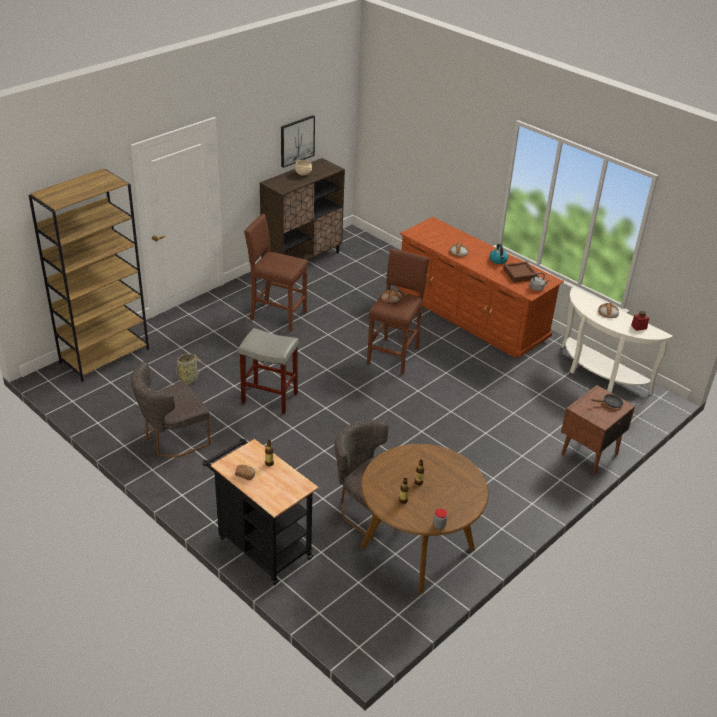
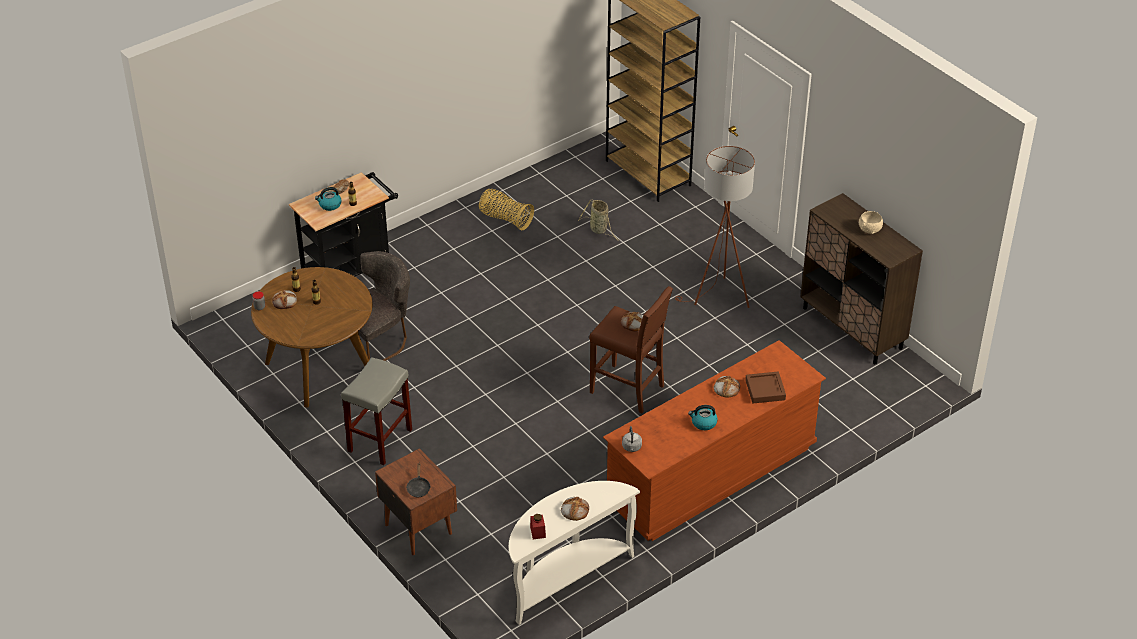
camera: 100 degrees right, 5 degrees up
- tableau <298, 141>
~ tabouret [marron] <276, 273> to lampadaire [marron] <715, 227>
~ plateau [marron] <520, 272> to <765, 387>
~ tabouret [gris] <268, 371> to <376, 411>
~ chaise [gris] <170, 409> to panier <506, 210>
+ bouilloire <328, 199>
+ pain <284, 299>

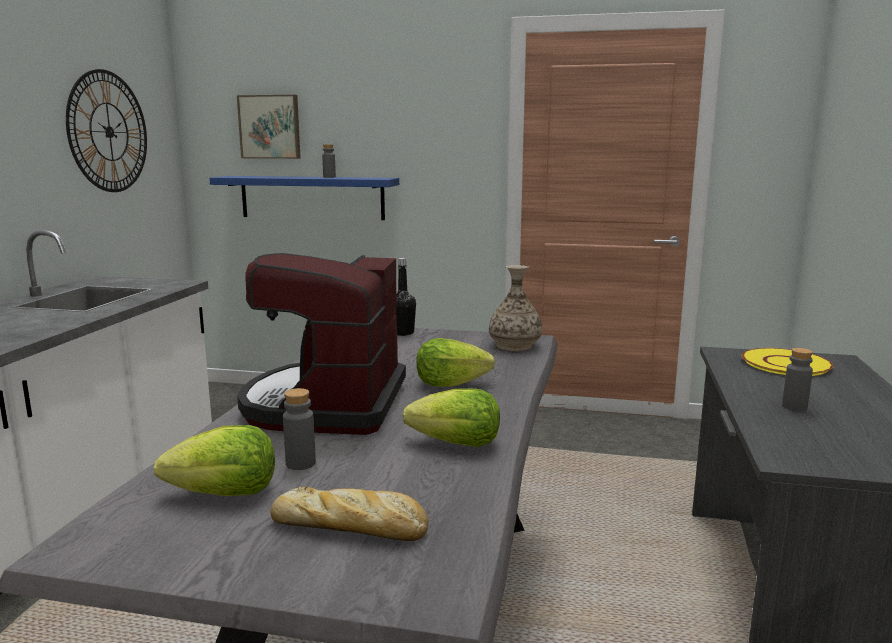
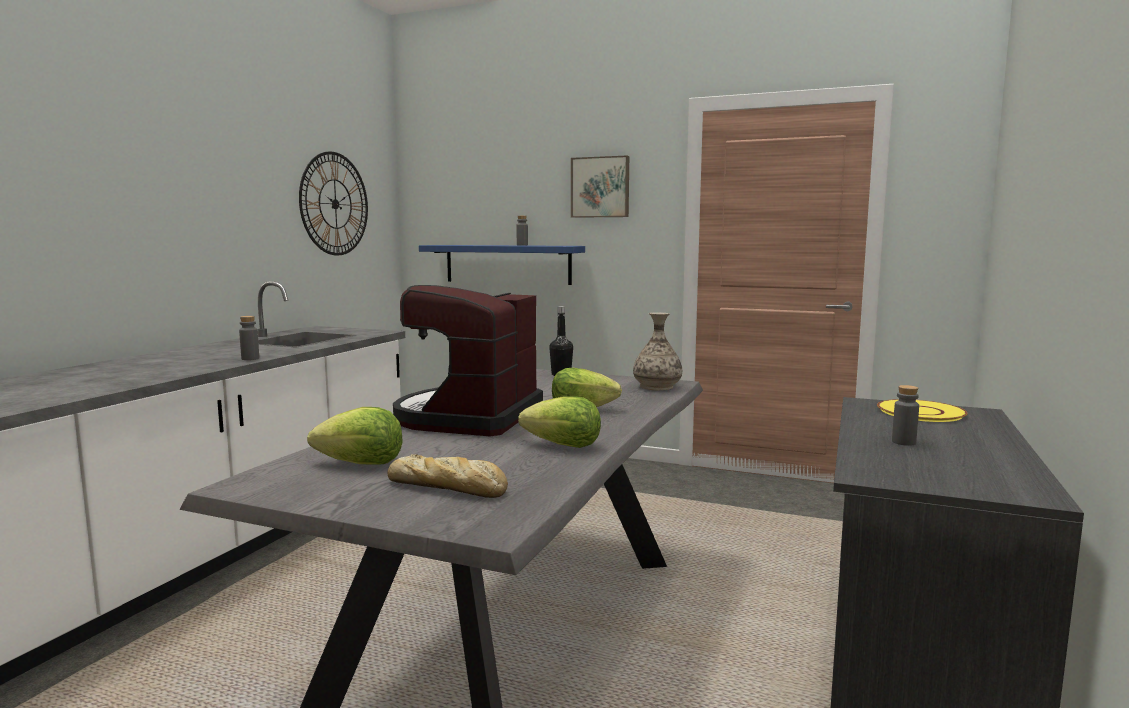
camera: 10 degrees right, 5 degrees down
~ tableau <268, 127> to <600, 187>
~ bouteille [gris] <299, 429> to <249, 338>

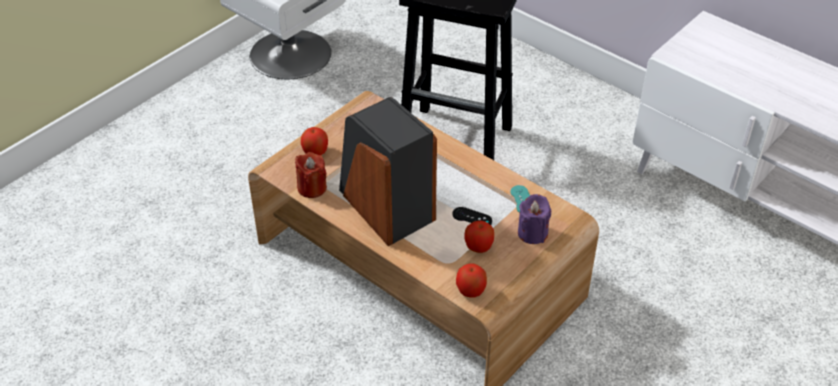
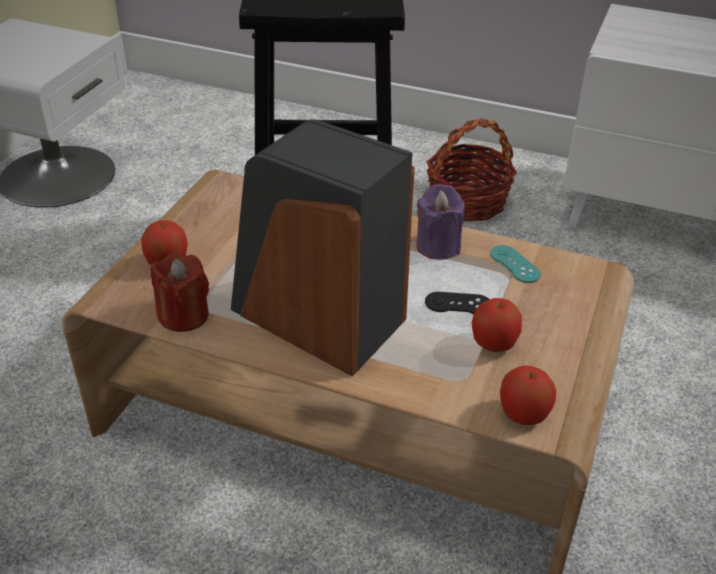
camera: 20 degrees left, 5 degrees down
~ bougie [violet] <534, 219> to <440, 222>
+ panier <471, 170>

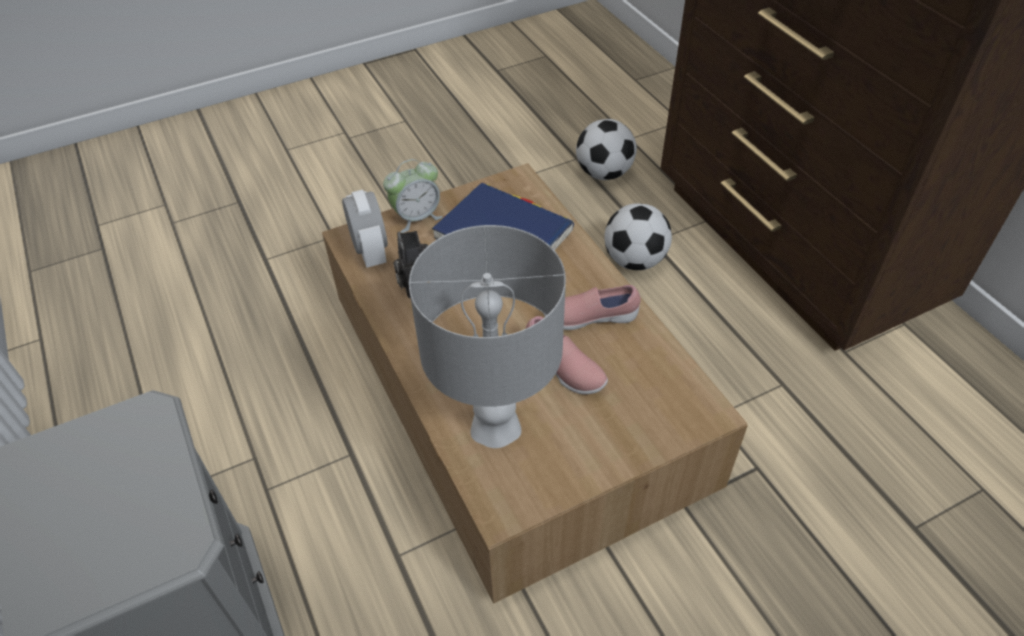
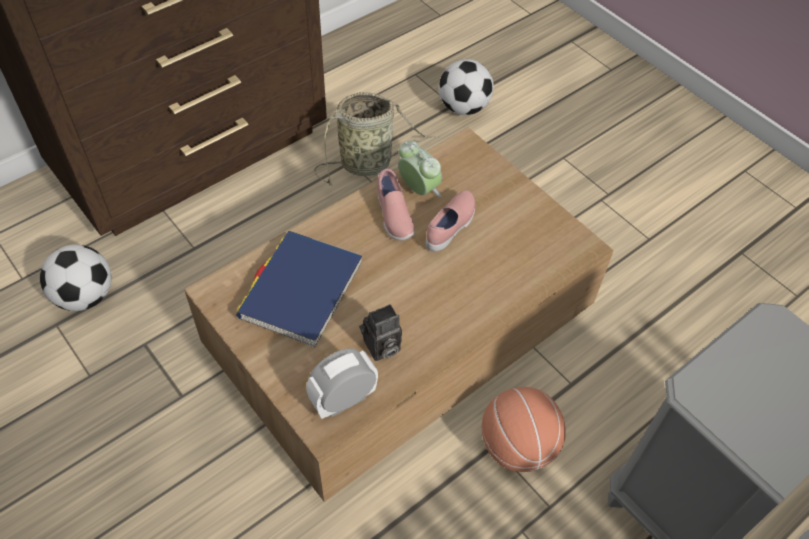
camera: 105 degrees left, 5 degrees up
~ réveil <413, 196> to <420, 169>
~ ballon de foot <638, 236> to <466, 87>
- lampe de table [gris] <487, 336>
+ panier <376, 139>
+ ballon de basket <524, 429>

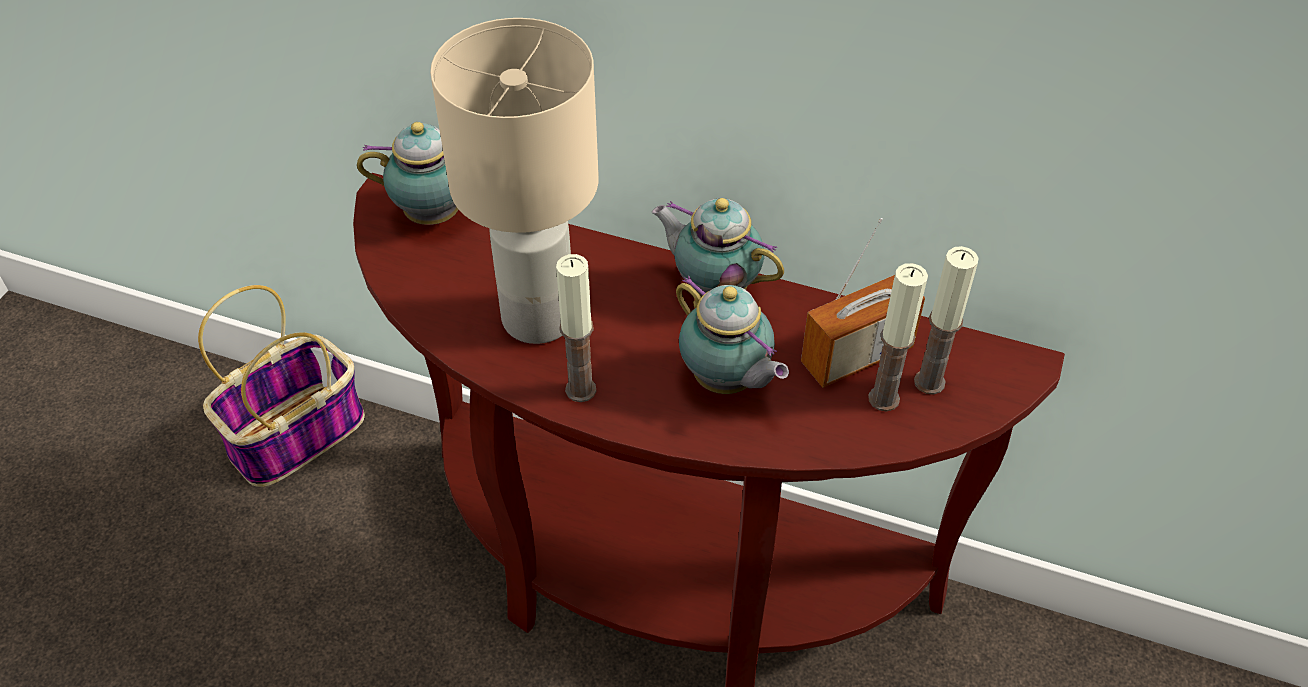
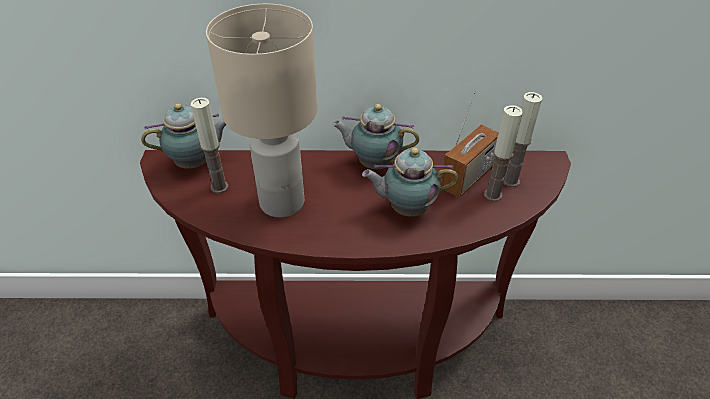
camera: 20 degrees left, 5 degrees down
~ bougie <576, 328> to <209, 145>
~ théière <732, 335> = <410, 182> 150 degrees clockwise
- panier <281, 386>

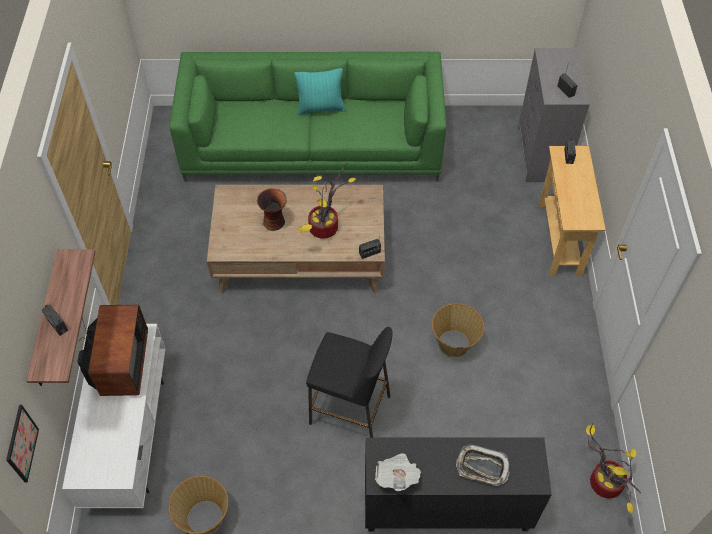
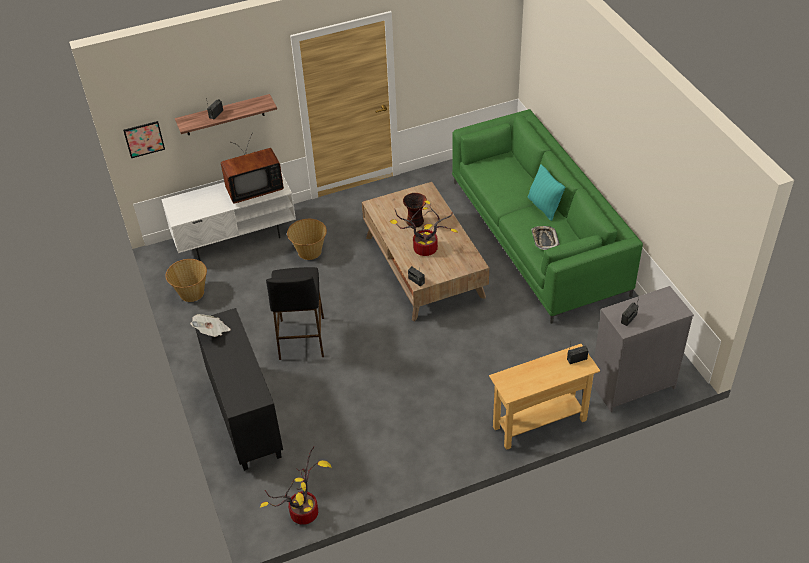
camera: 70 degrees right, 10 degrees down
~ panier <458, 330> to <307, 239>
~ plateau <483, 465> to <545, 238>

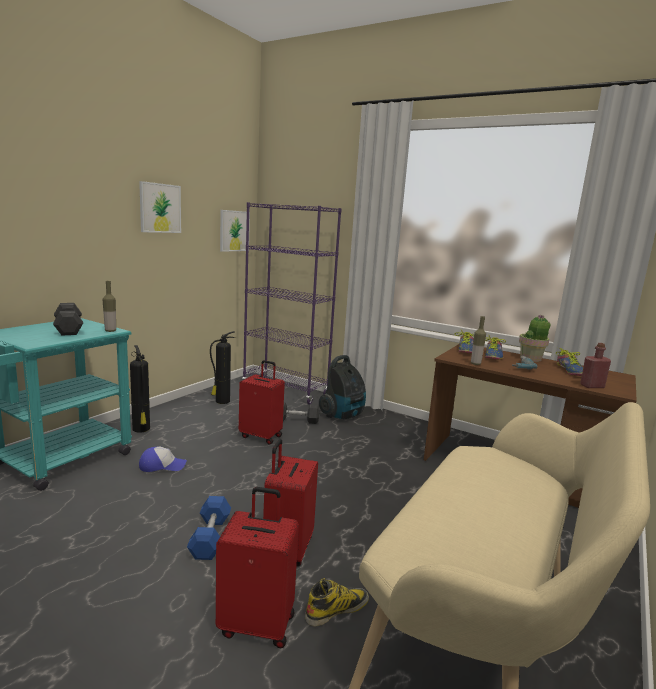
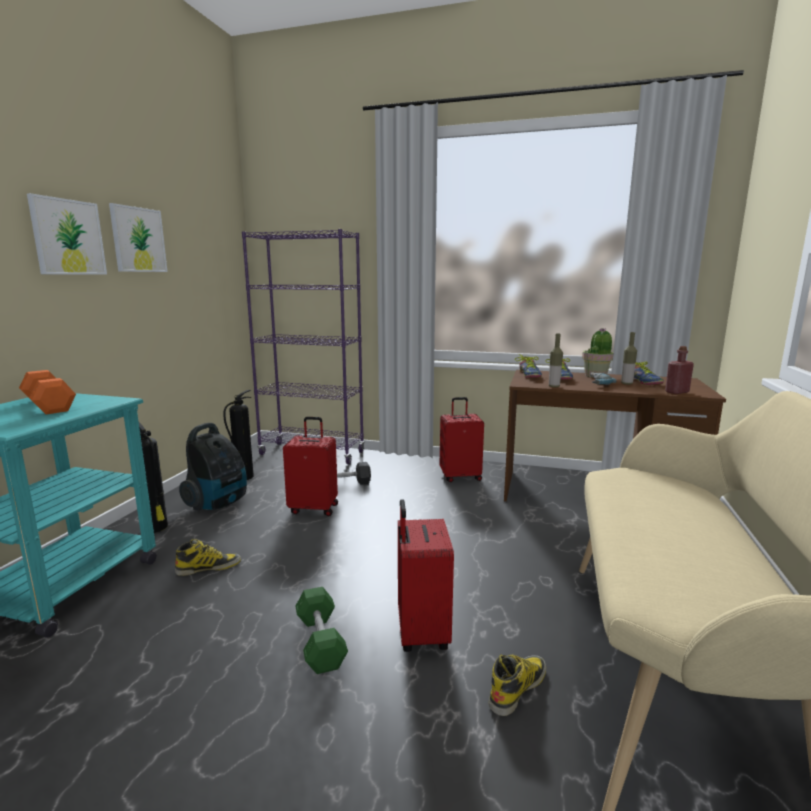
camera: 15 degrees left, 0 degrees up
~ tableau <235, 231> to <67, 234>
~ bouteille <109, 306> to <629, 358>
~ haltère [gris] <68, 319> to haltère [orange] <47, 392>
~ aspirateur <342, 387> to <213, 467>
~ casquette <163, 459> to botte <208, 557>
~ valise [rouge] <257, 567> to <462, 439>
~ haltère [bleu] <209, 528> to haltère [vert] <321, 630>

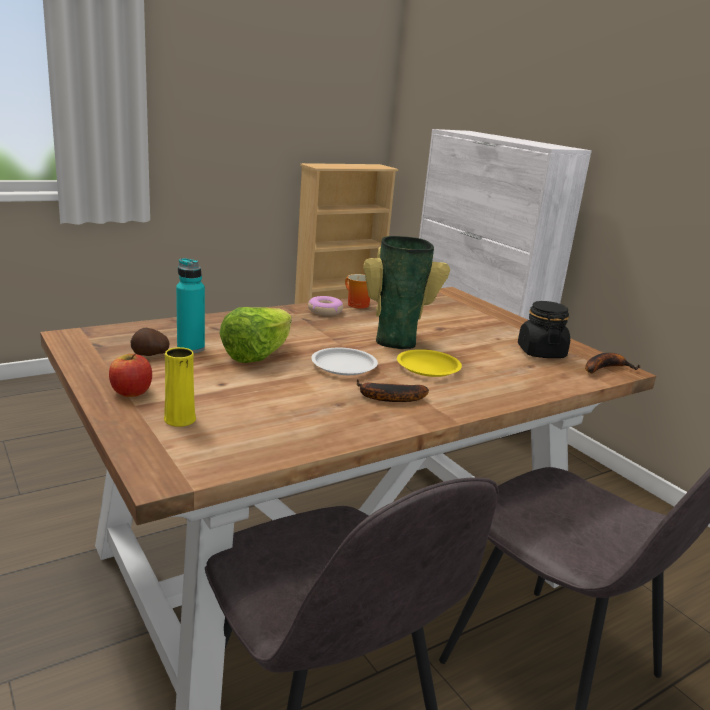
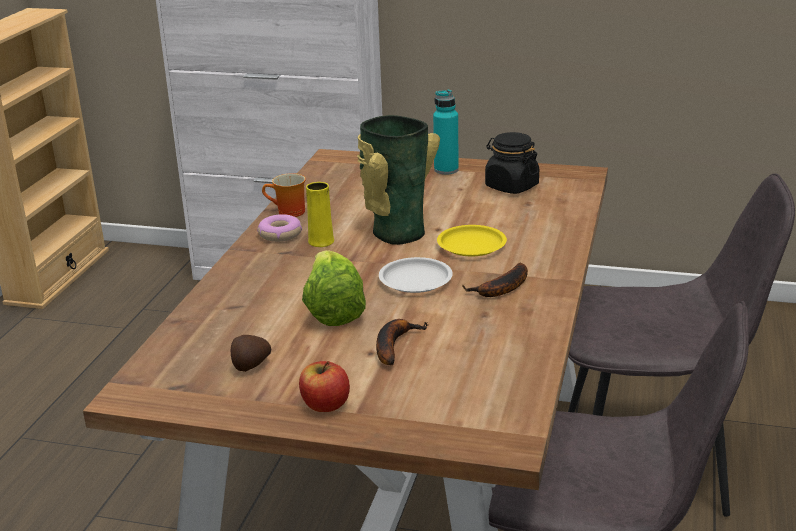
camera: 40 degrees left, 5 degrees up
~ bouteille [turquoise] <190, 305> to <446, 132>
~ vase [jaune] <180, 387> to <320, 214>
~ banane <612, 363> to <402, 342>

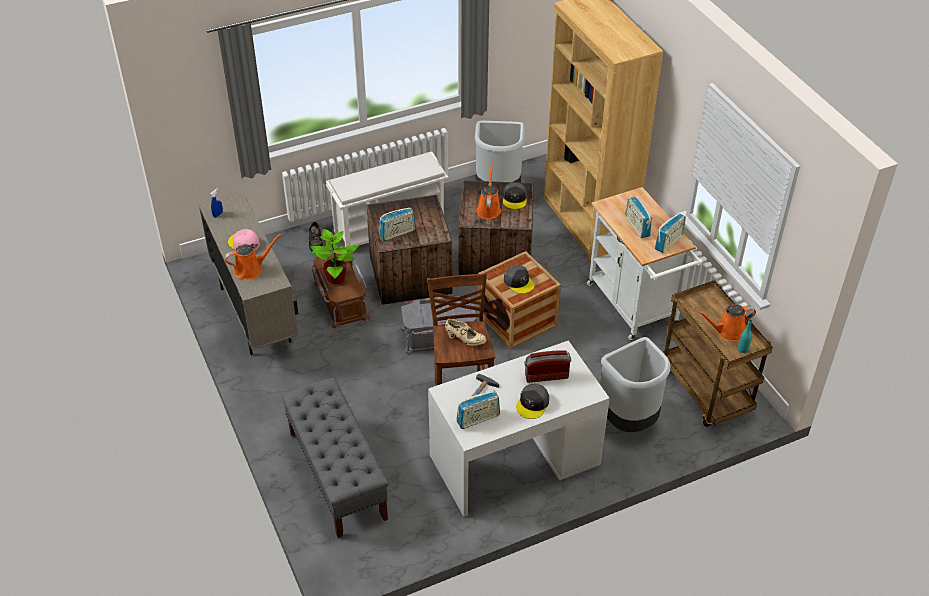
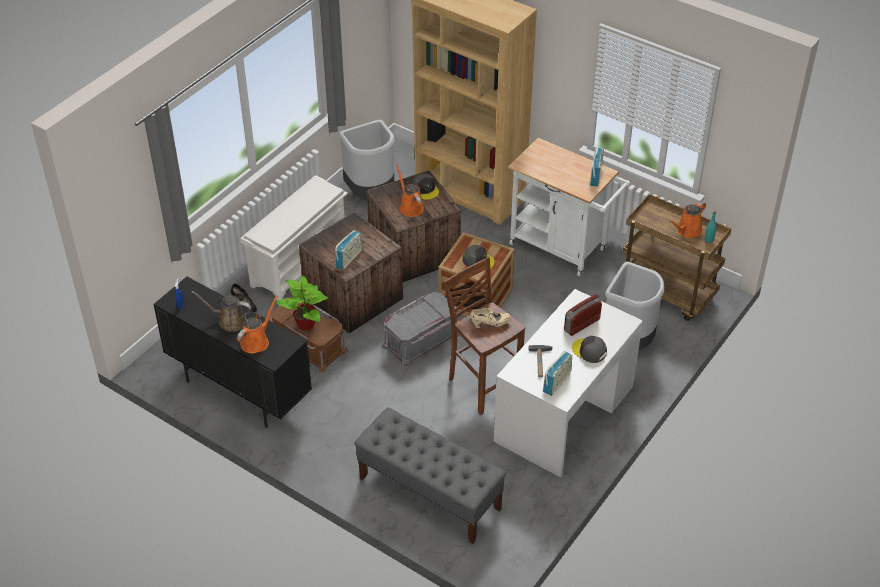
camera: 30 degrees left, 0 degrees up
~ meuble de rangement [beige] <248, 274> to meuble de rangement [noir] <232, 352>
- radio <638, 216>
~ casquette [rose] <244, 240> to arrosoir [marron] <221, 311>
~ casquette [gris] <532, 401> = <589, 349> 135 degrees clockwise

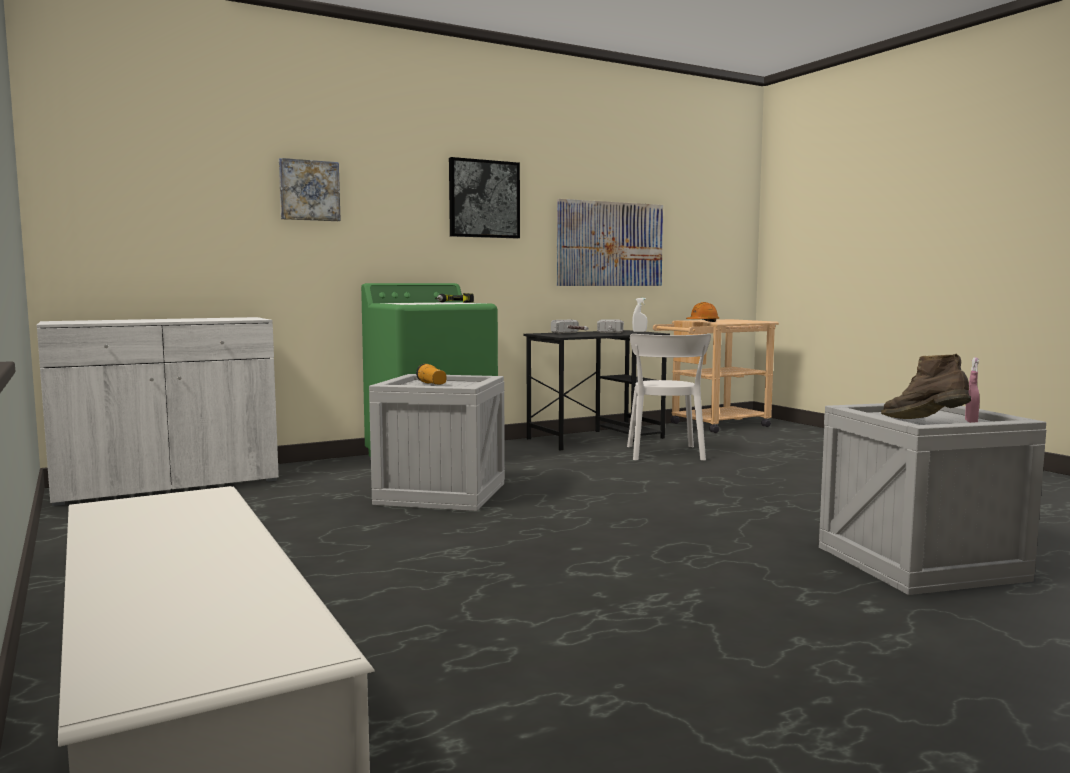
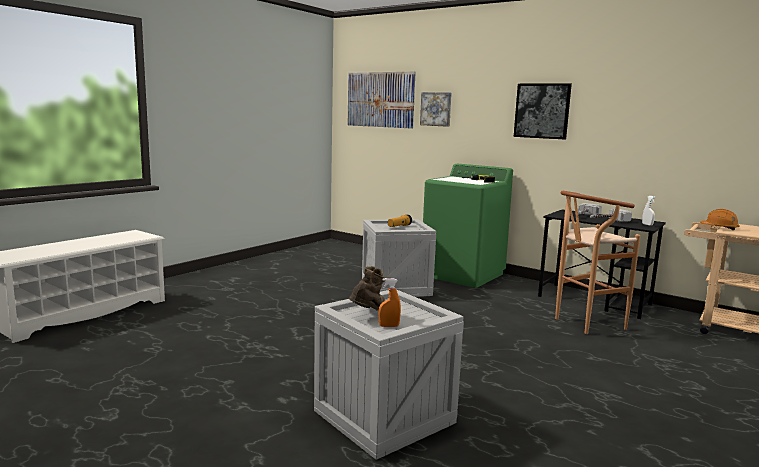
camera: 65 degrees right, 5 degrees up
~ tableau <610, 242> to <382, 100>
- meuble de rangement [blanc] <158, 411>
~ chaise [blanc] <669, 397> to tabouret [marron] <598, 262>
~ vaporisateur [rose] <972, 390> to vaporisateur [orange] <390, 302>

